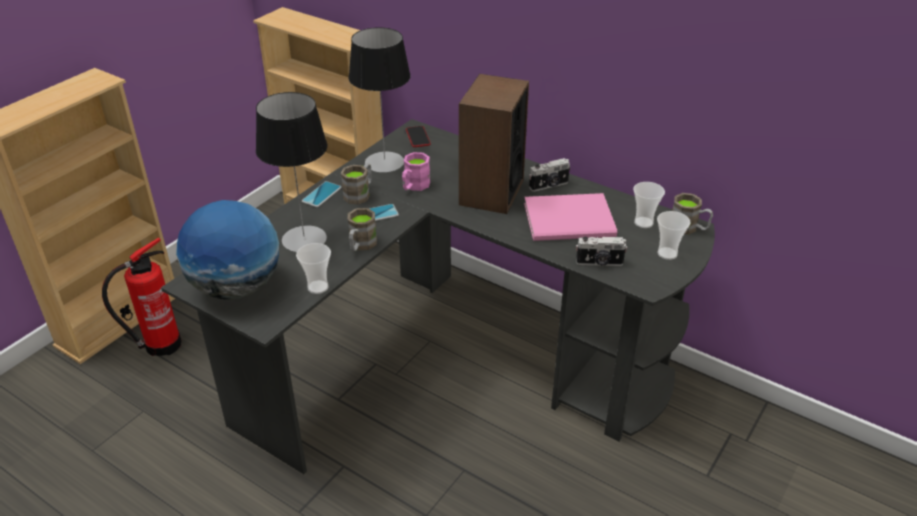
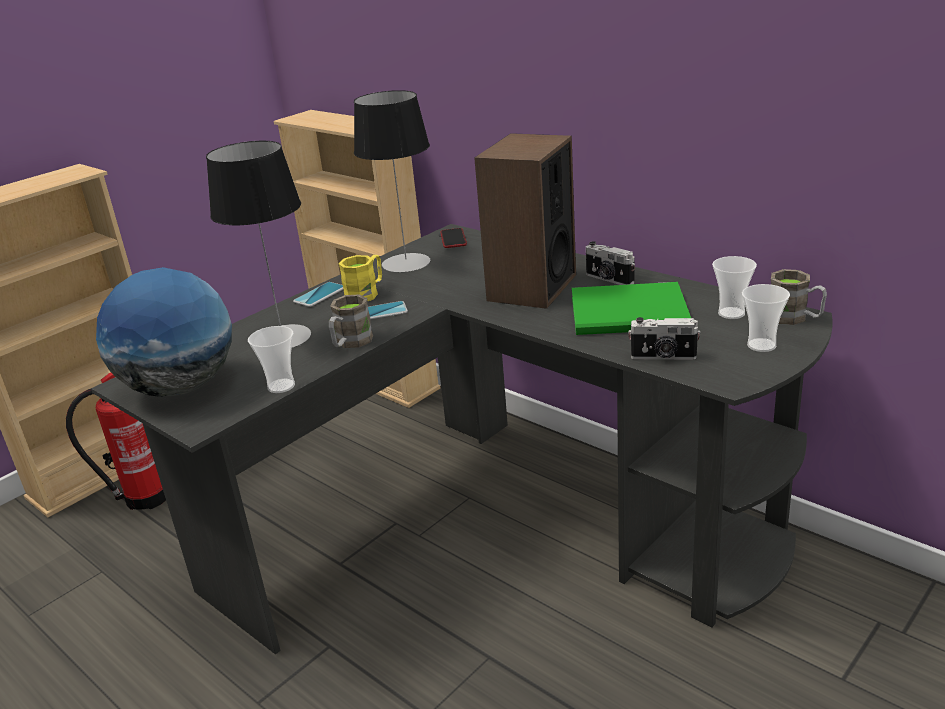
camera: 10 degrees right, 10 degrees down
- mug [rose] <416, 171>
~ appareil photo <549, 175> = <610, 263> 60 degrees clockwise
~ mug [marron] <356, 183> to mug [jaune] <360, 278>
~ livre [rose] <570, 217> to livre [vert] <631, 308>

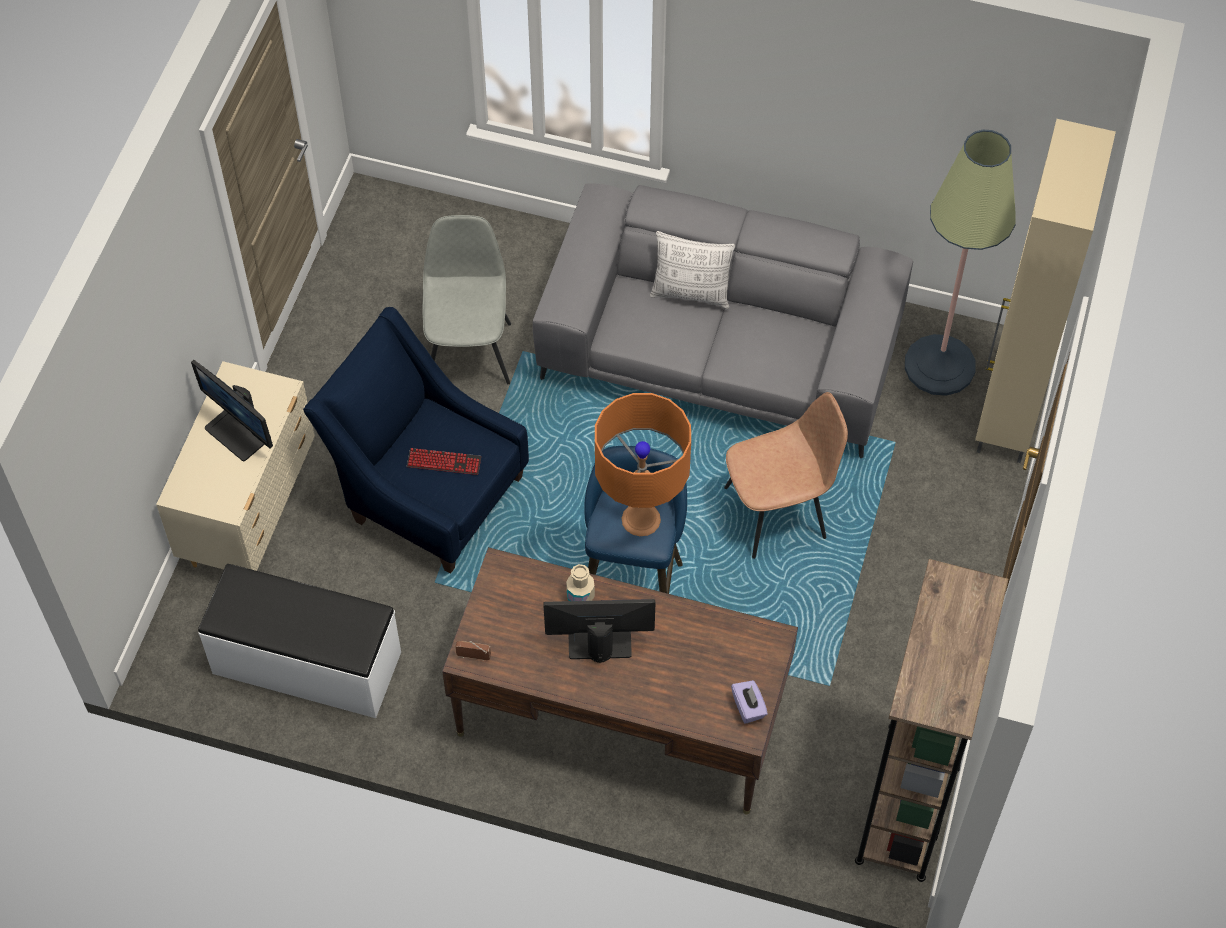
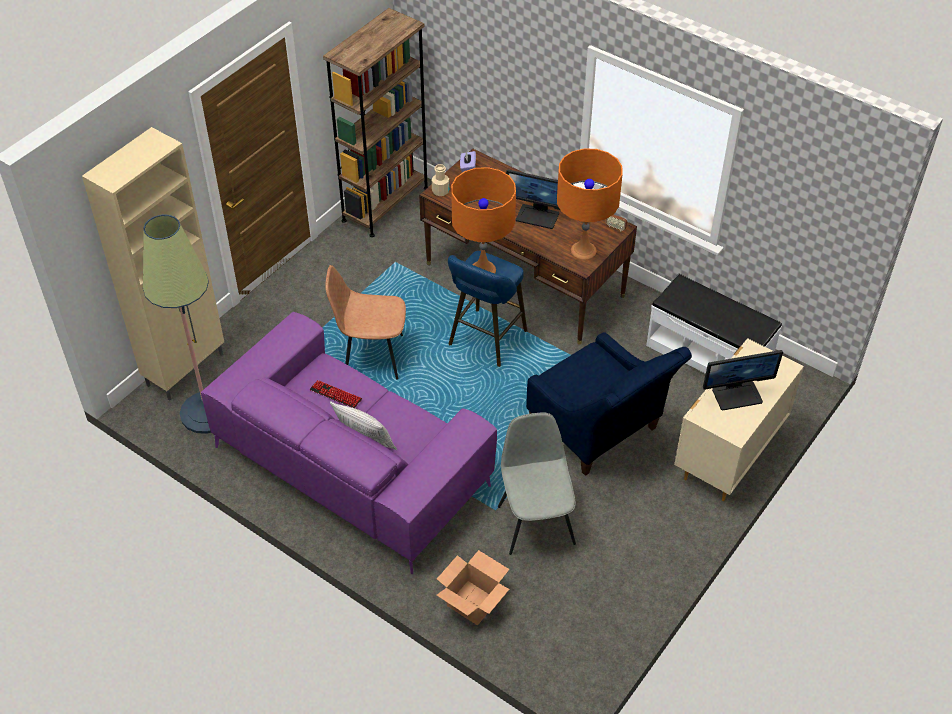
camera: 160 degrees left, 10 degrees down
~ canapé [gris] <723, 320> to canapé [violet] <349, 443>
~ chaise [gris] <467, 299> = <537, 484> 150 degrees clockwise
~ écran d'ordinateur <232, 410> = <743, 380> 105 degrees clockwise
~ clavier <444, 461> to <336, 394>
~ bouteille [beige] <580, 582> to <440, 180>
+ lampe de table [orange] <590, 204>
+ carton <473, 587>

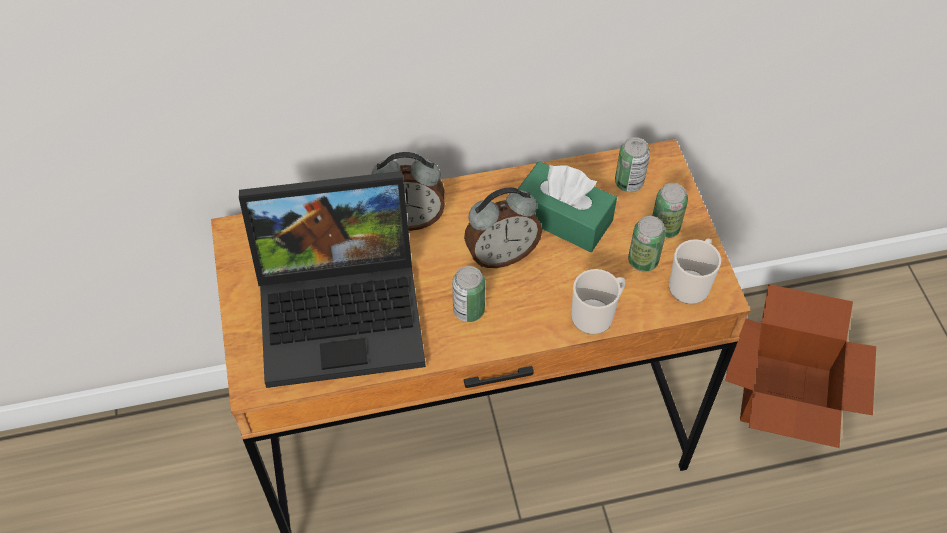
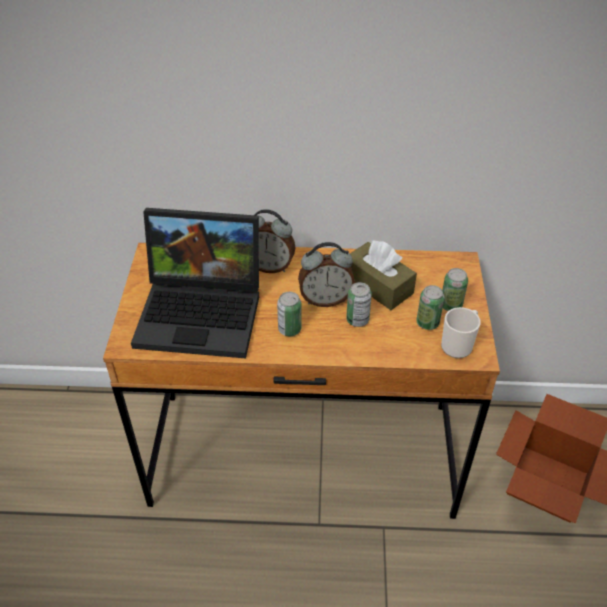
camera: 15 degrees right, 10 degrees down
~ boîte métallique <632, 164> to <359, 304>
~ boîte à mouchoirs [vert] <567, 206> to boîte à mouchoirs [marron] <383, 275>
- mug <598, 302>

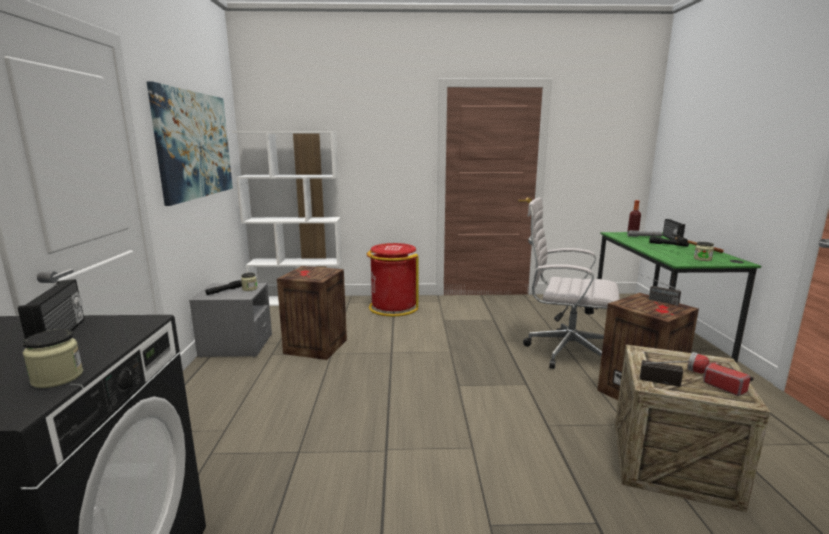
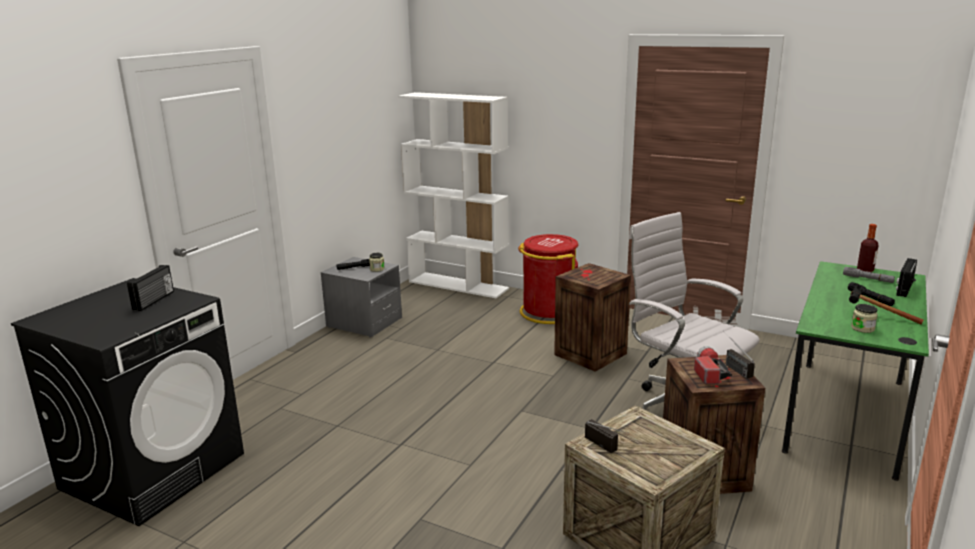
camera: 30 degrees right, 5 degrees up
- tableau <189, 143>
~ caisse <312, 313> to <592, 317>
- bocal <53, 358>
~ lampe de poche <720, 374> to <713, 365>

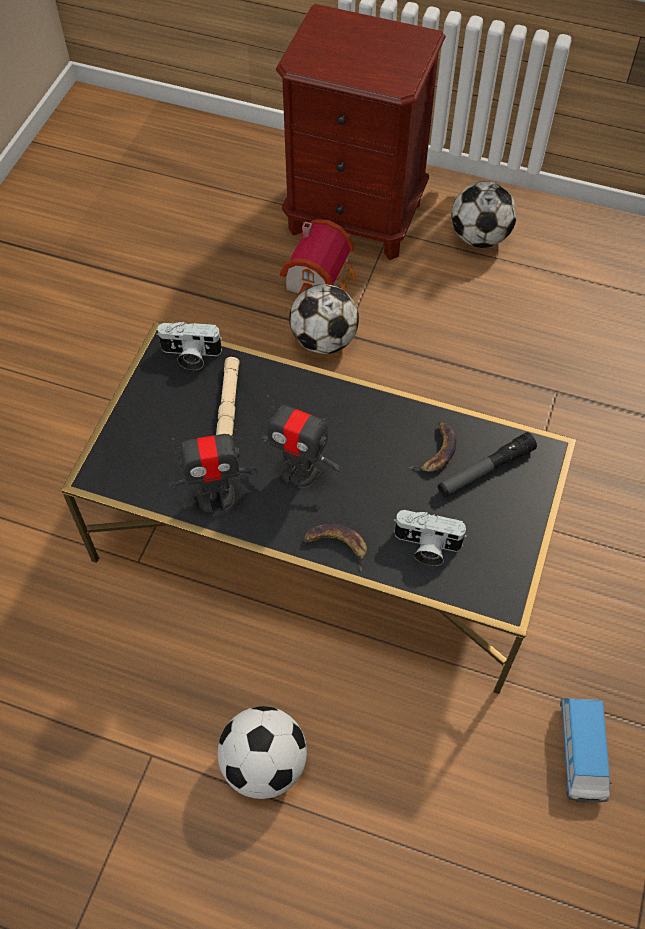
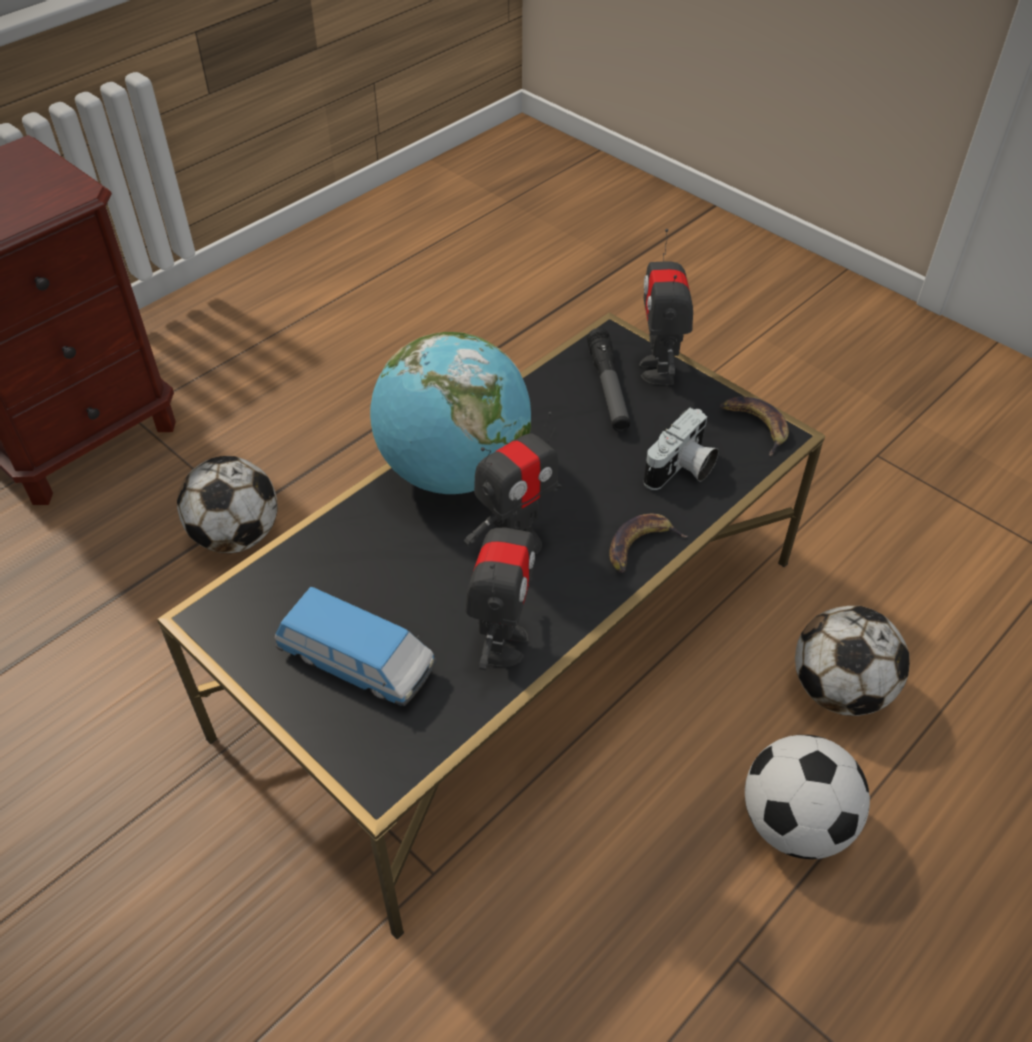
camera: 65 degrees left, 10 degrees down
~ ballon de foot <484, 214> to <852, 661>
- maison miniature <318, 257>
- appareil photo <189, 346>
- lampe de poche [beige] <228, 396>
~ banane <432, 447> to <754, 426>
~ petite voiture <586, 750> to <355, 646>
+ robot jouet <666, 307>
+ globe <450, 413>

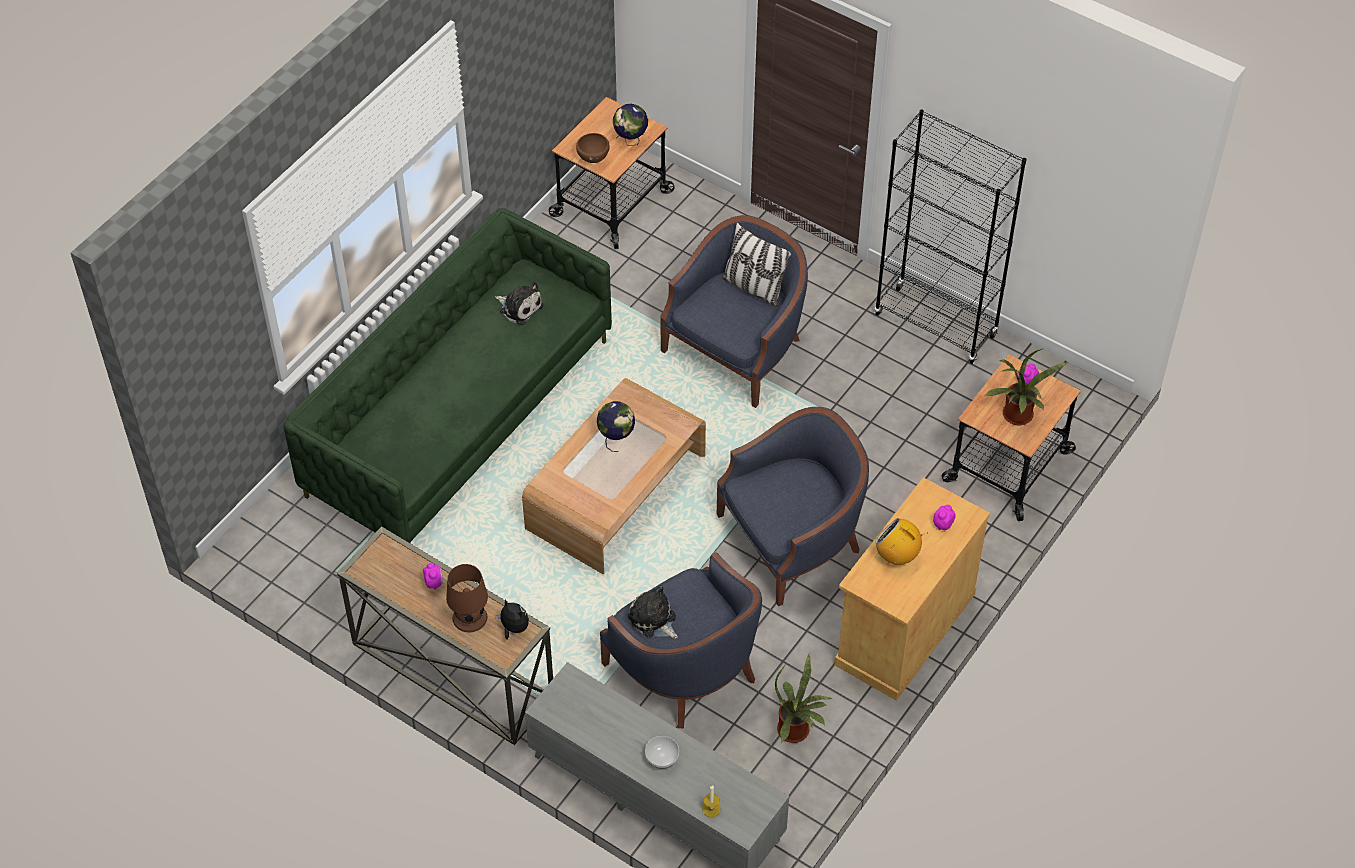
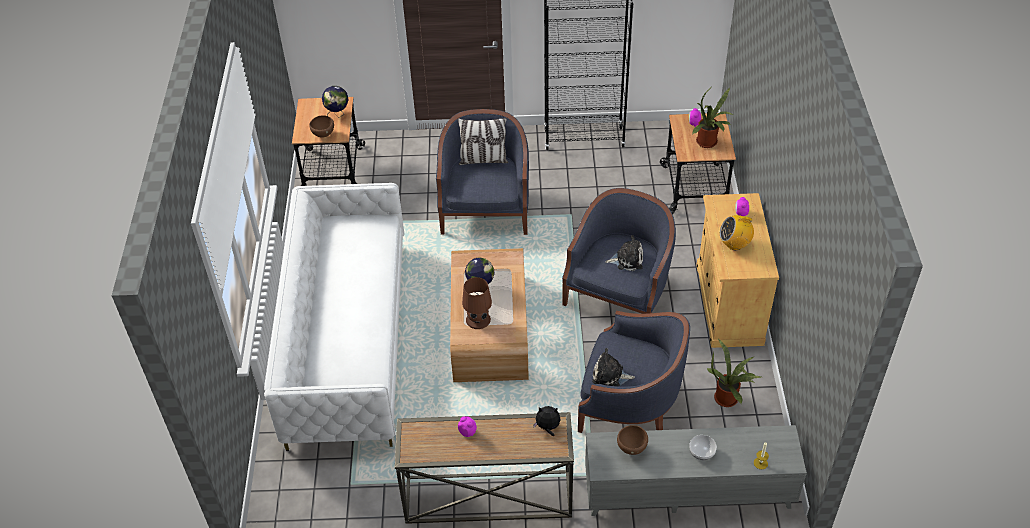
camera: 35 degrees left, 5 degrees down
~ canapé [vert] <448, 375> to canapé [blanc] <334, 317>
~ peluche <519, 303> to <624, 253>
~ lampe de table [marron] <467, 598> to <477, 303>
+ bol [marron] <632, 440>

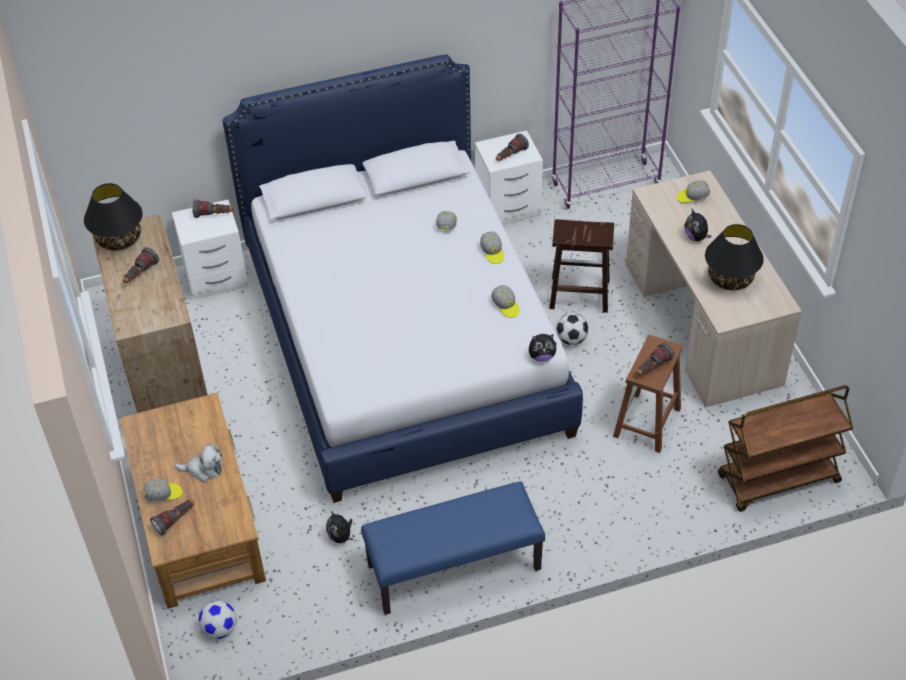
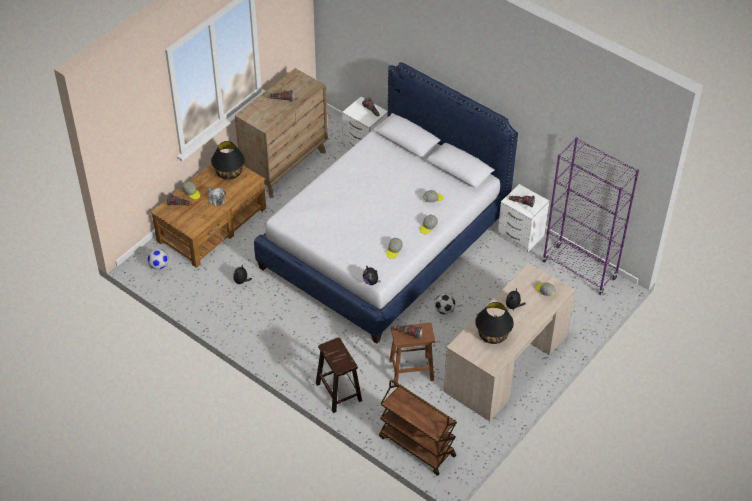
camera: 55 degrees right, 0 degrees up
~ lampe de table [noir] <113, 217> to <228, 160>
~ tabouret [marron] <581, 266> to <339, 375>
- banc [bleu] <453, 548>

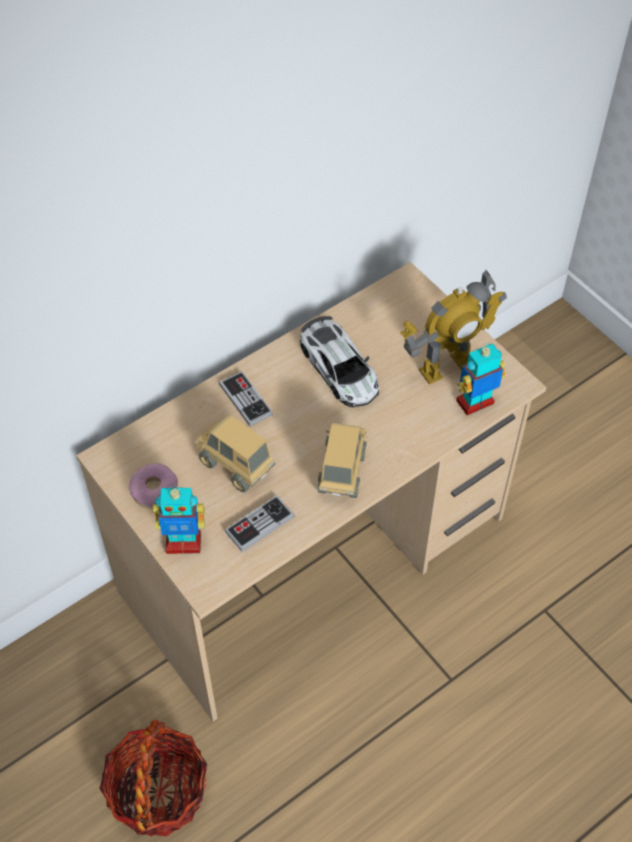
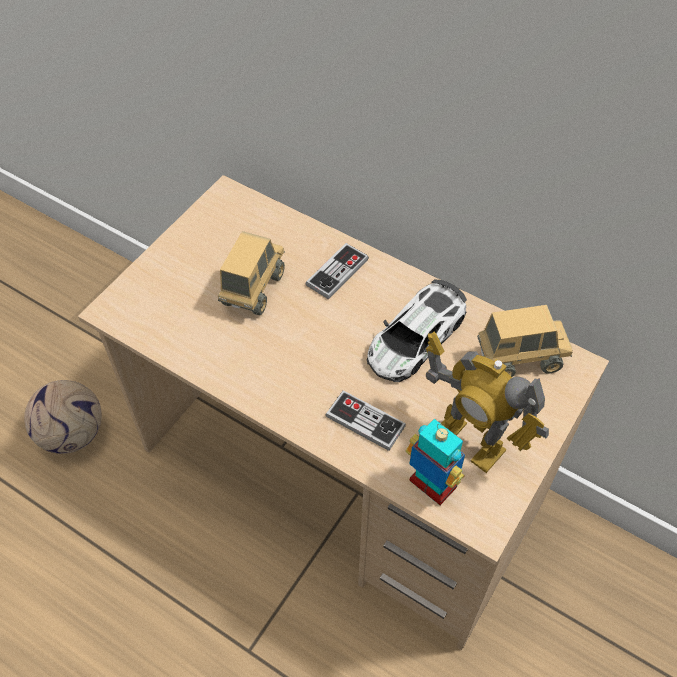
camera: 70 degrees right, 0 degrees up
~ camion jouet <342, 460> to <525, 341>
- beignet <153, 486>
- robot jouet <179, 520>
~ manette <260, 524> to <366, 420>
~ panier <153, 778> to ballon de foot <63, 417>

